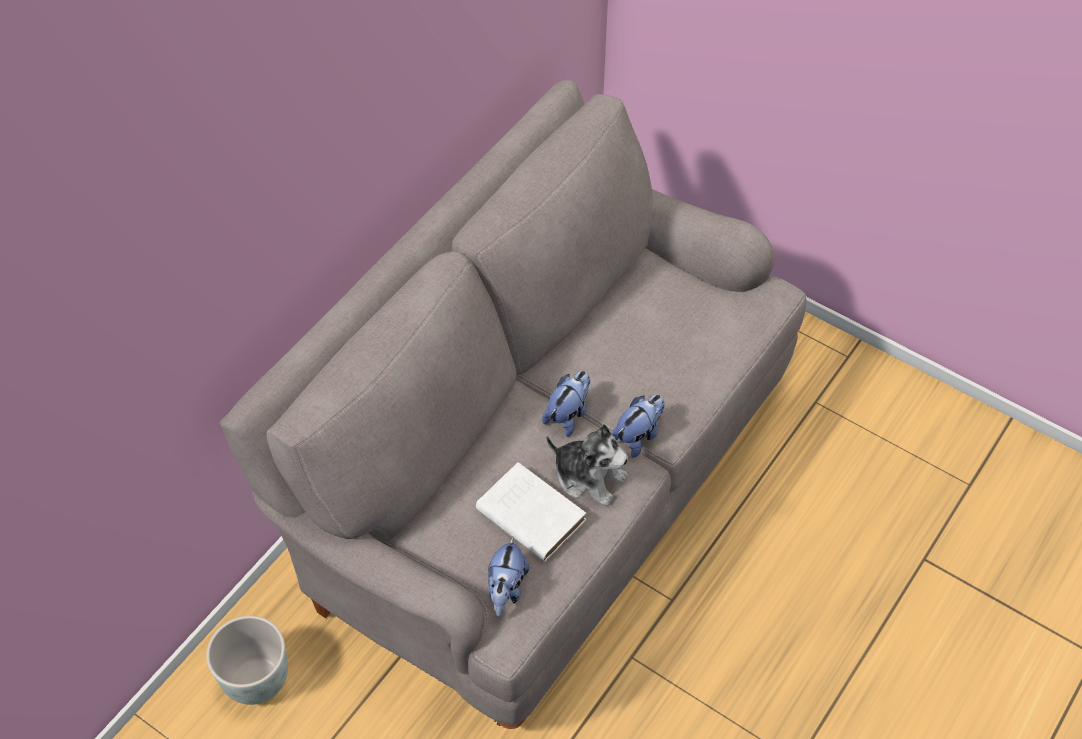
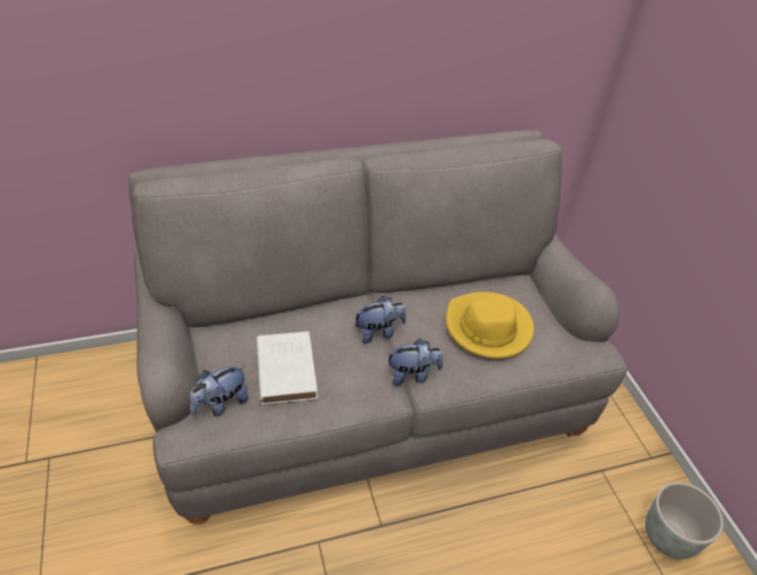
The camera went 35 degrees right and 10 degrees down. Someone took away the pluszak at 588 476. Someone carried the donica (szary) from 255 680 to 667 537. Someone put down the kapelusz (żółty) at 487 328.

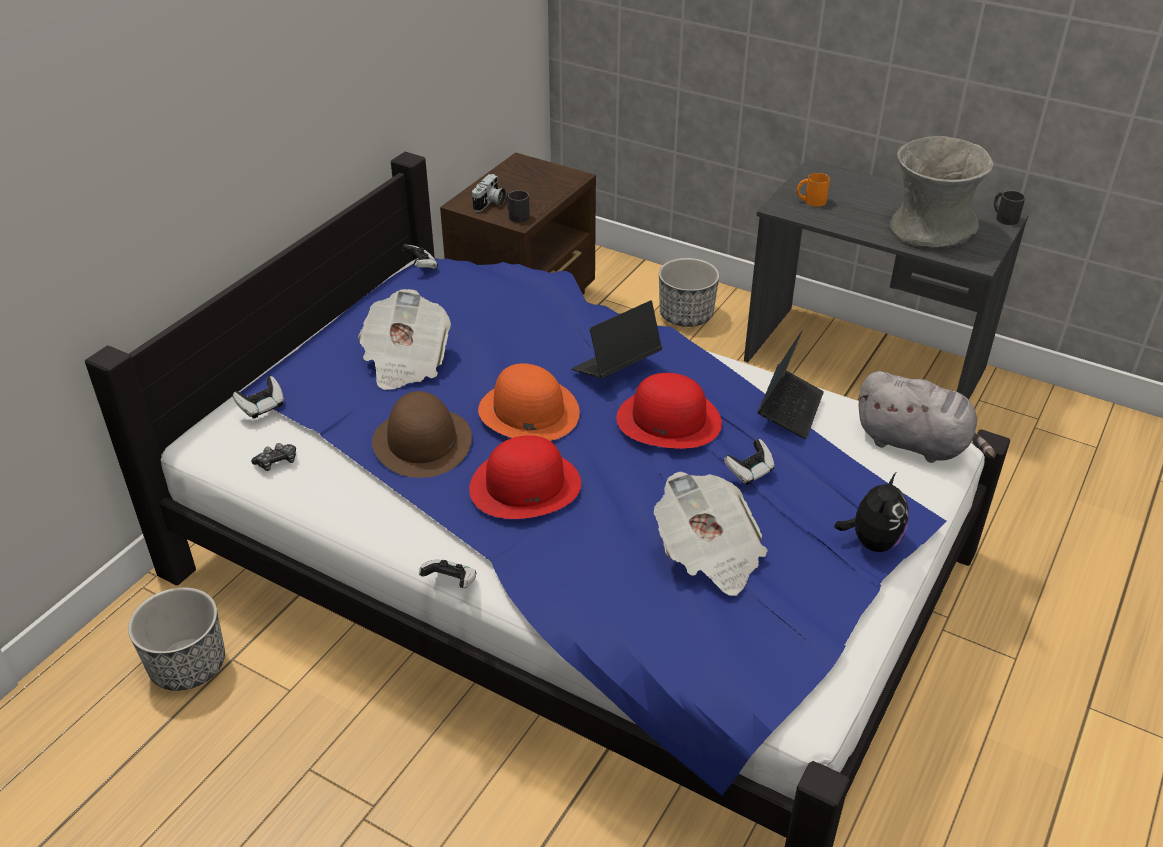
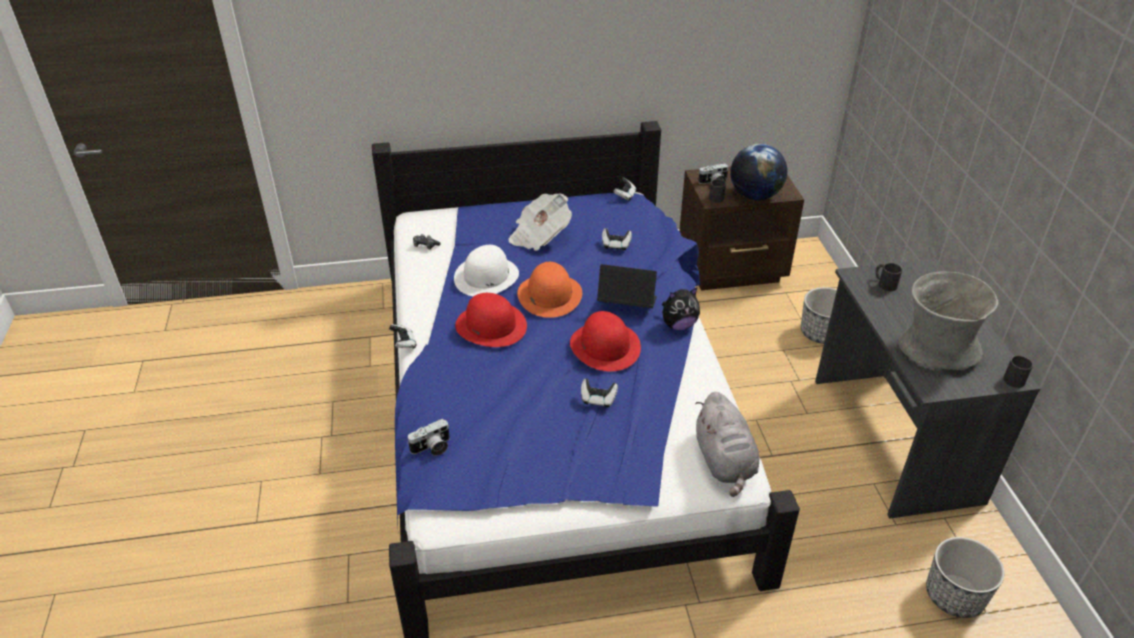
The camera went 50 degrees right and 0 degrees up. Someone repainted the kubek (pomarańczowy) at 810 201, which became the kubek (czarny) at 884 283. Someone took away the laptop at 790 409. Someone carried the pad do gier from 262 407 to 616 245. Someone repainted the kapelusz (brązowy) at 422 442, which became the kapelusz (biały) at 486 277. Someone took away the gazeta at 709 554. Someone carried the pluszak from 872 541 to 678 325. Someone carried the donica from 188 664 to 954 595. Someone put down the globus at 754 196. Someone put down the aparat fotograficzny at 432 448.

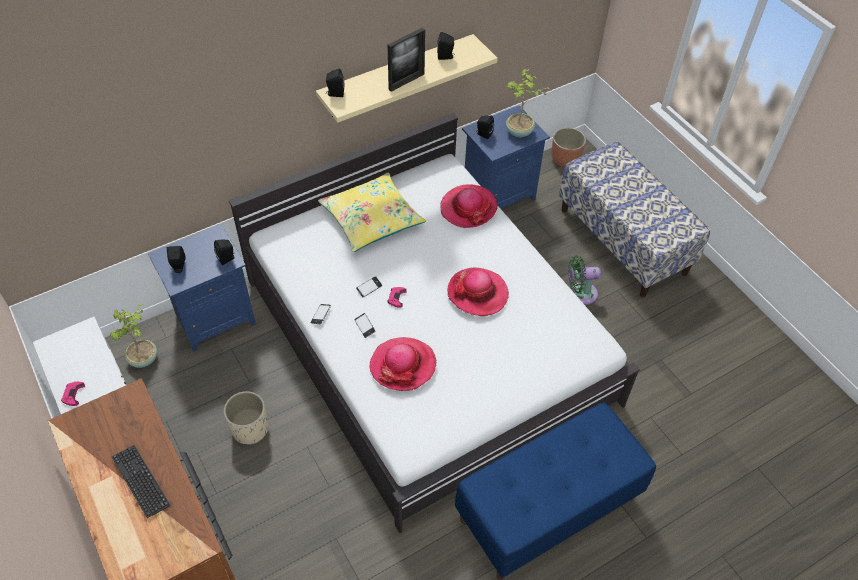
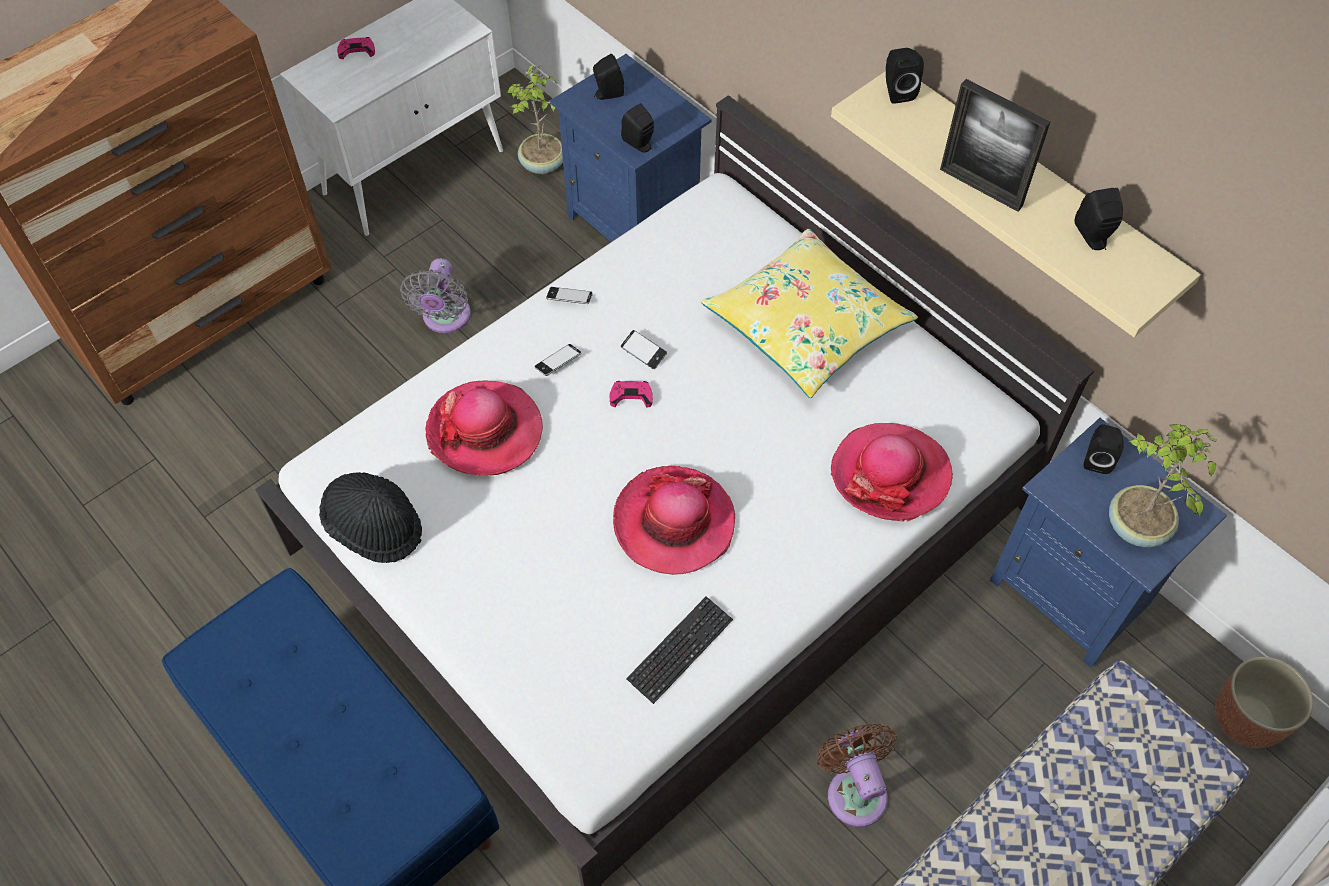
The camera went 80 degrees right and 5 degrees up. Someone repainted the wentylator (zielony) at 580 293, which became the wentylator (brązowy) at 854 790. Someone swapped the donica (beżowy) at 250 429 for the wentylator (szary) at 445 318. Someone carried the klawiatura from 141 481 to 680 650. Someone put down the kapelusz (czarny) at 375 527.

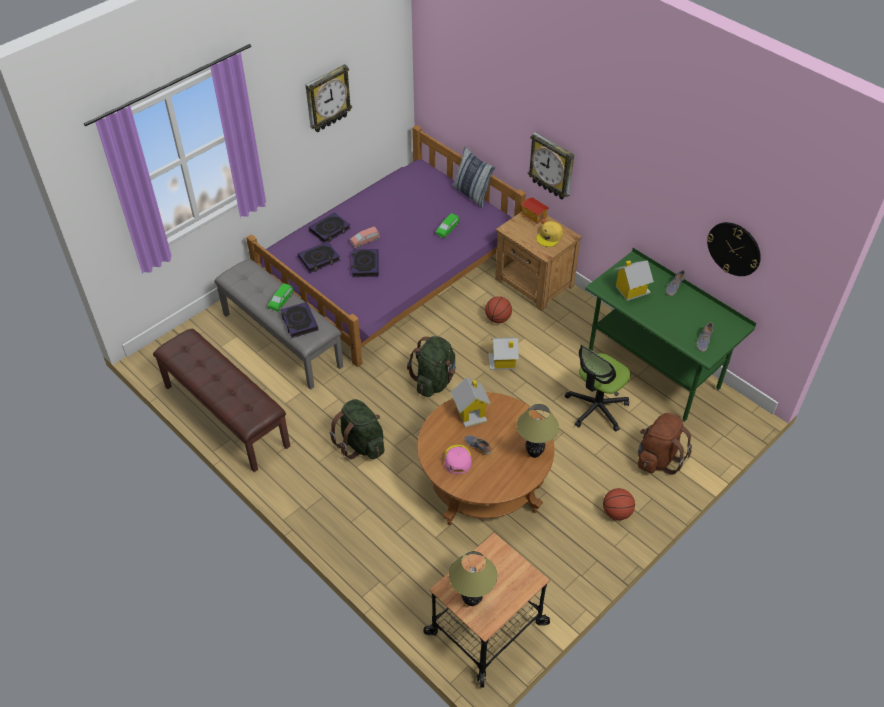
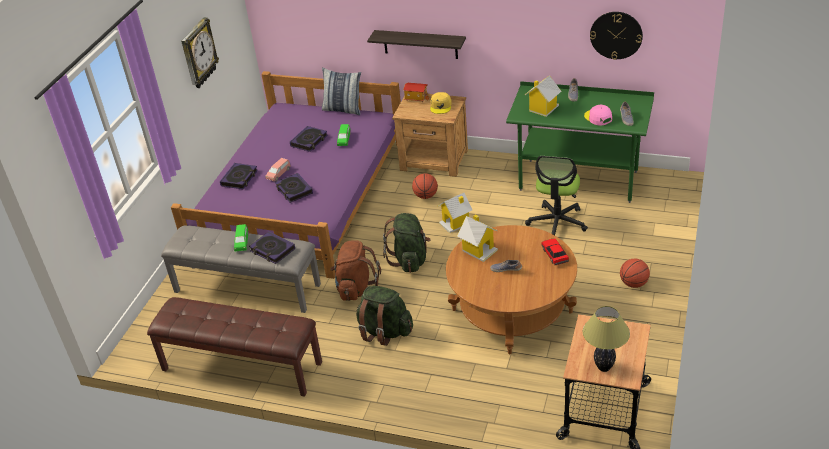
The camera went 25 degrees left and 10 degrees down. Someone swapped the zegar ścienny at 552 166 for the półka at 420 44. Someone carried the książka from 319 259 to 309 141. Someone swapped the lampa stołowa at 534 453 for the samochodzik at 554 254. Someone carried the plecak (brązowy) from 658 458 to 356 288. Someone carried the czapka z daszkiem (różowy) from 457 460 to 598 118.

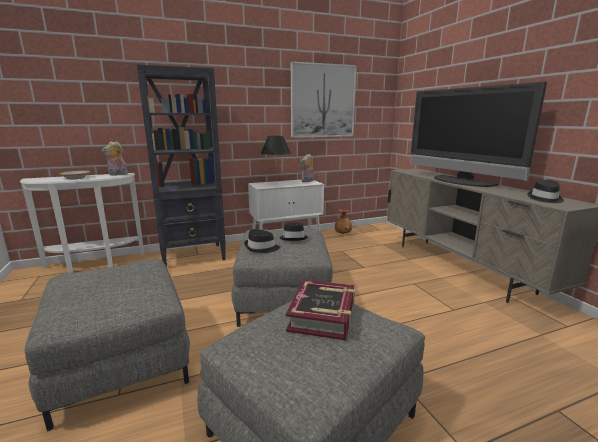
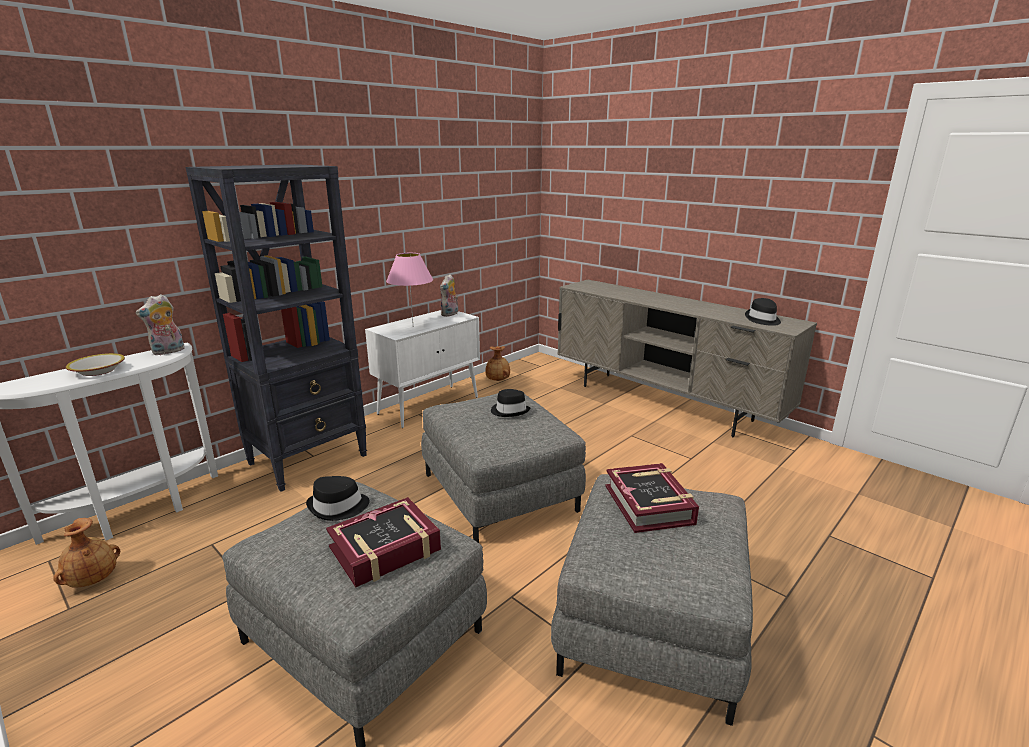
The camera went 25 degrees left and 5 degrees up. Someone took away the obraz at 323 101. Someone took away the telewizor at 460 181. Someone repainted the lampa stołowa (czarny) at 276 184, which became the lampa stołowa (różowy) at 412 326. Someone carried the kapelusz (czarny) from 261 248 to 338 507. Someone put down the książka at 385 549. Someone put down the wazon (brązowy) at 93 580.

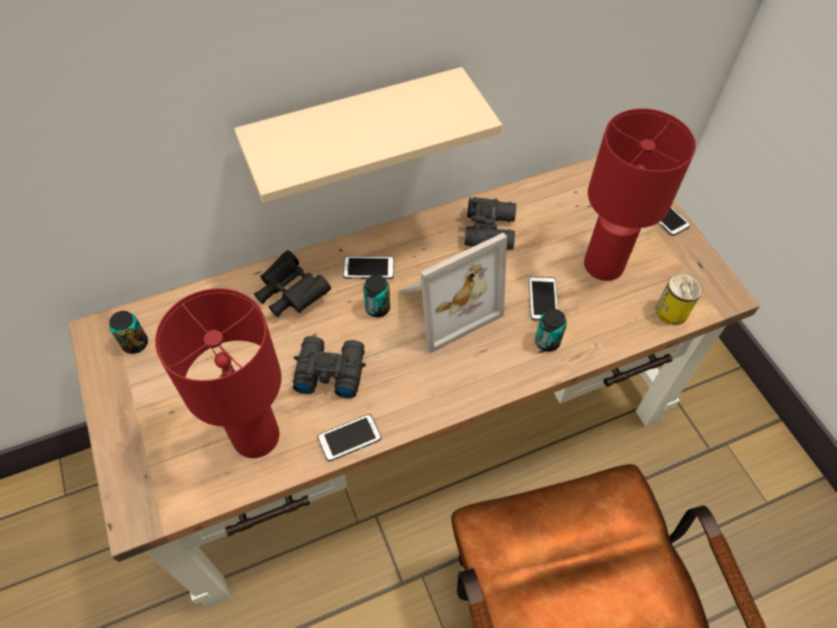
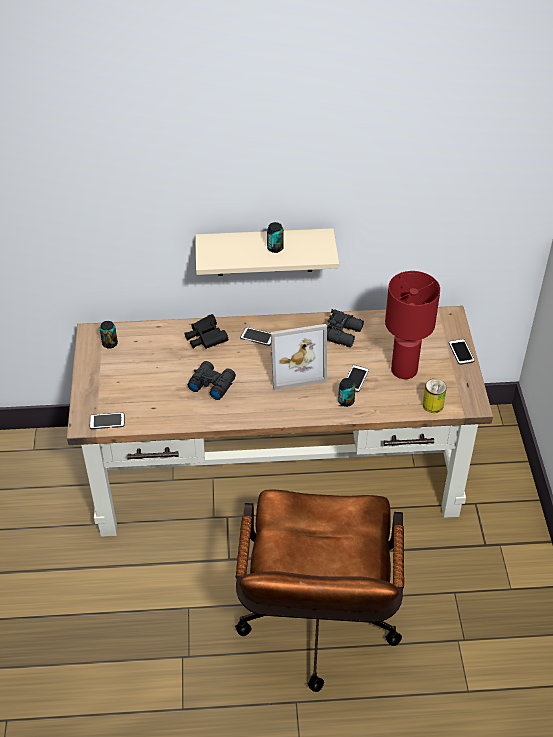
The camera went 20 degrees right and 10 degrees down. Someone carried the puszka from 377 308 to 275 248. Someone took away the lampa stołowa (czerwony) at 254 437. Someone carried the telefon from 349 438 to 107 421.

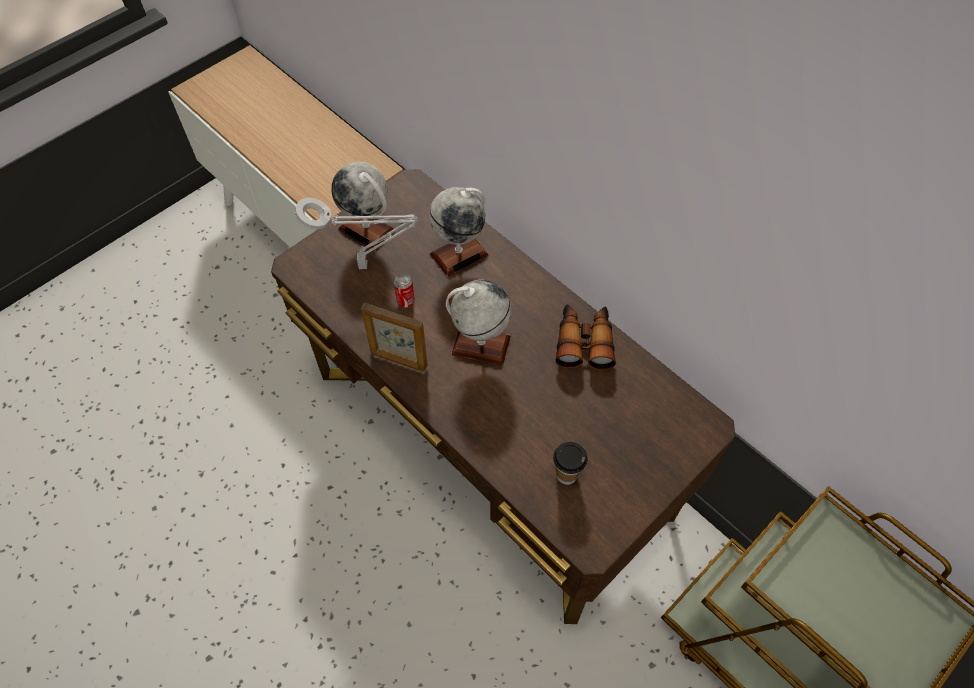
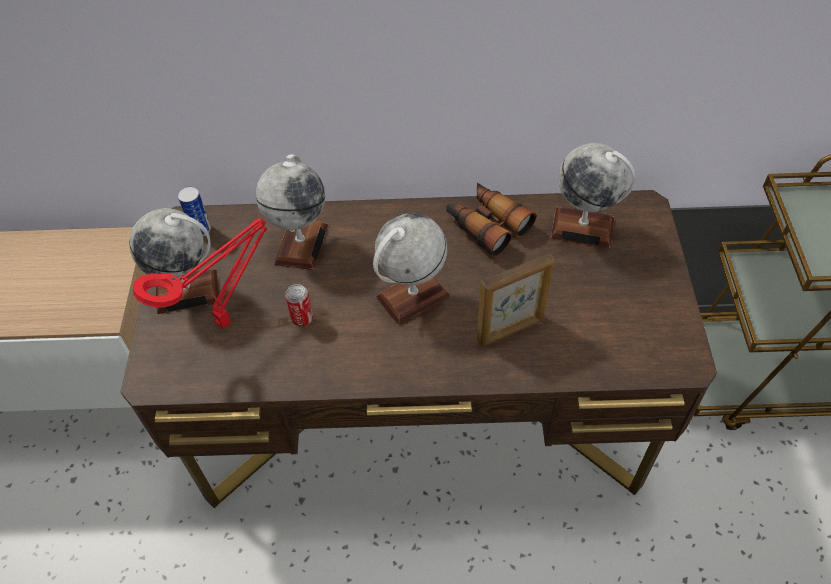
The camera went 45 degrees left and 5 degrees down. Someone repainted the lampa stołowa (szary) at 367 266, which became the lampa stołowa (czerwony) at 227 320. Someone carried the ramka na zdjęcie from 398 360 to 511 330. Someone took away the filiżanka at 566 475. Someone put down the globus at 582 227. Someone put down the puszka at 201 230.

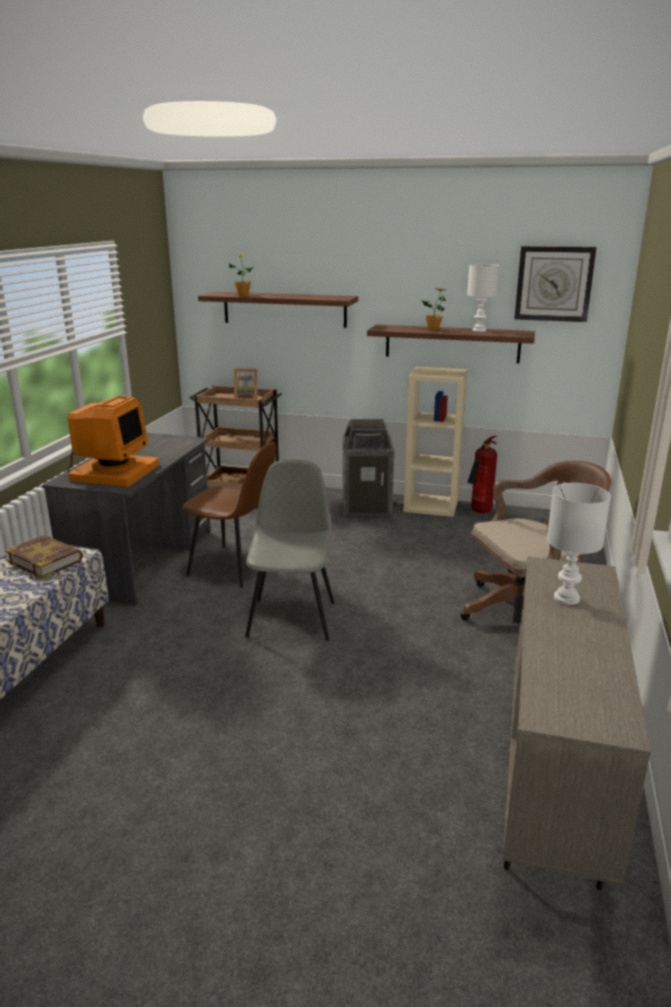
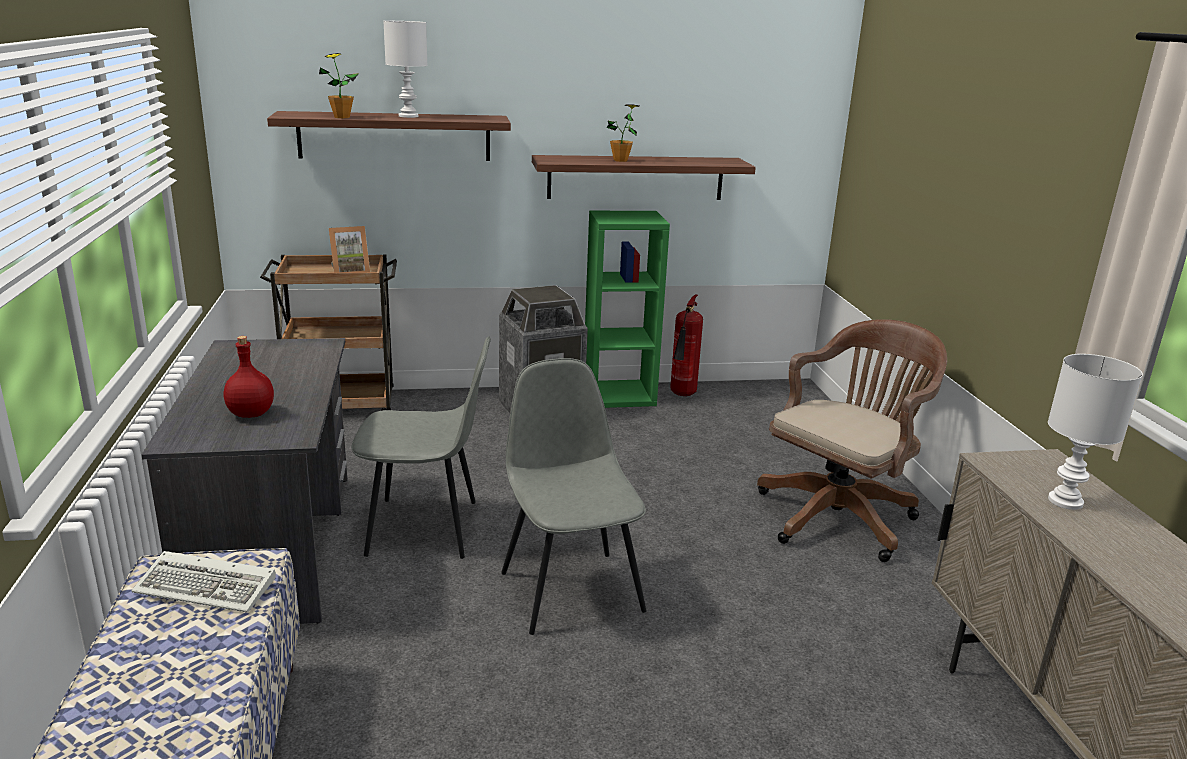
The camera went 25 degrees left and 0 degrees up. Someone took away the zegar ścienny at 554 284. Someone carried the lampa stołowa (biały) from 478 330 to 407 116. Someone repainted the regał (beżowy) at 431 506, which became the regał (zielony) at 619 395. Someone swapped the monitor at 113 472 for the butelka (czerwony) at 250 414. Someone repainted the krzesło (brązowy) at 234 567, which became the krzesło (szary) at 426 528. Someone swapped the książka at 45 560 for the klawiatura at 209 587.

